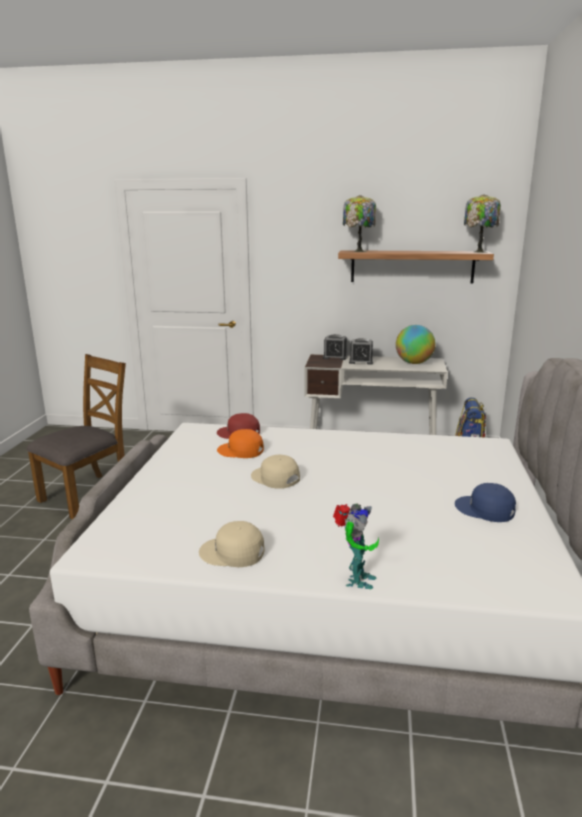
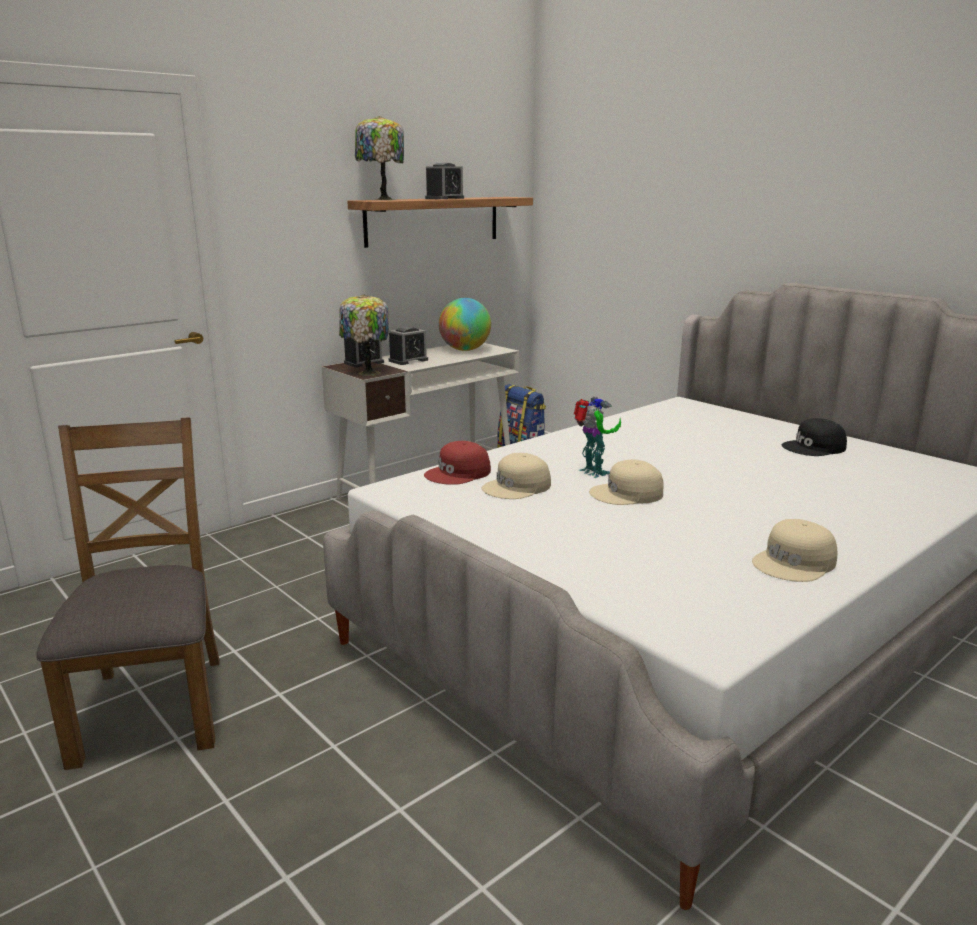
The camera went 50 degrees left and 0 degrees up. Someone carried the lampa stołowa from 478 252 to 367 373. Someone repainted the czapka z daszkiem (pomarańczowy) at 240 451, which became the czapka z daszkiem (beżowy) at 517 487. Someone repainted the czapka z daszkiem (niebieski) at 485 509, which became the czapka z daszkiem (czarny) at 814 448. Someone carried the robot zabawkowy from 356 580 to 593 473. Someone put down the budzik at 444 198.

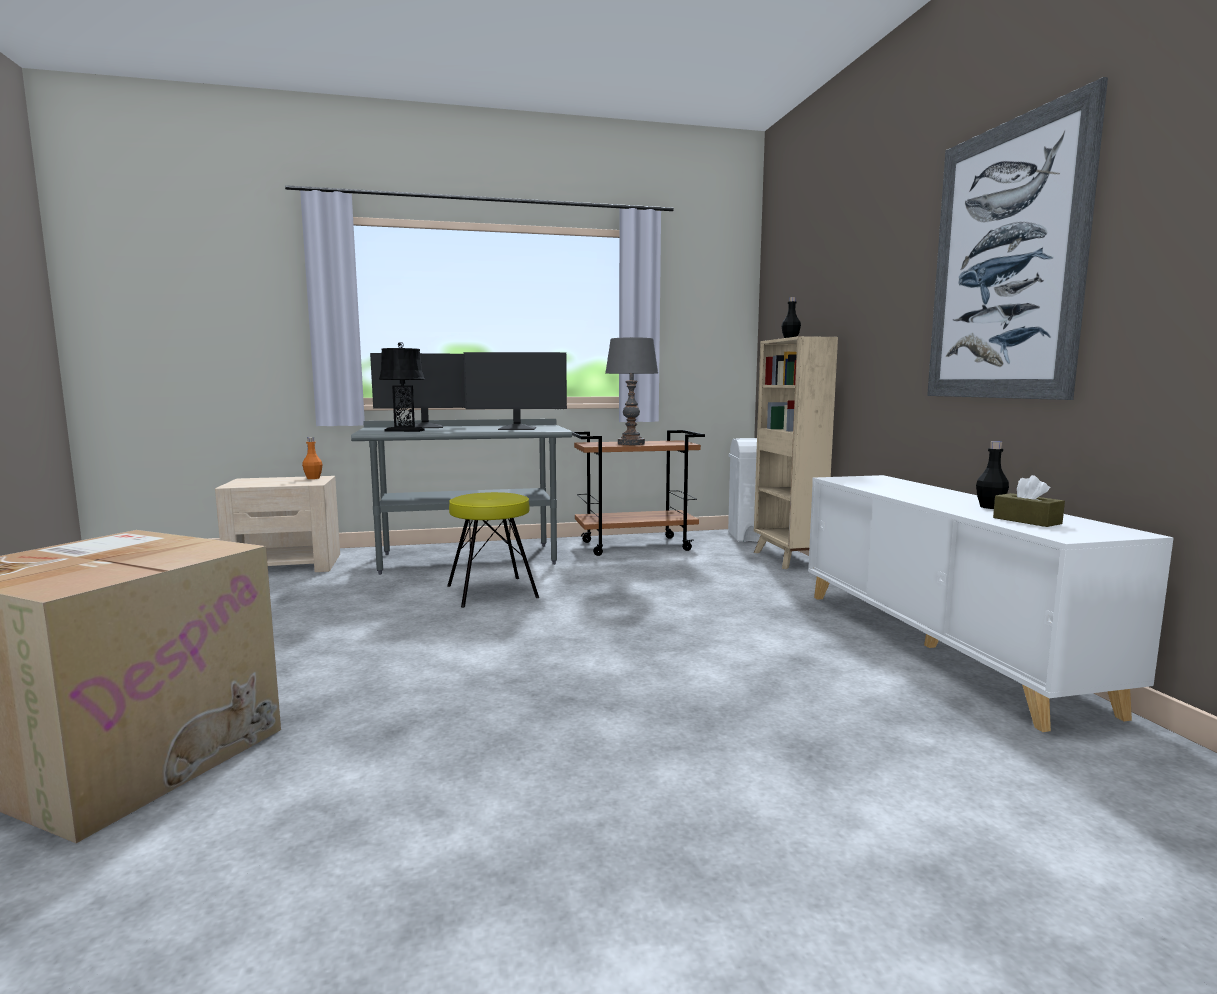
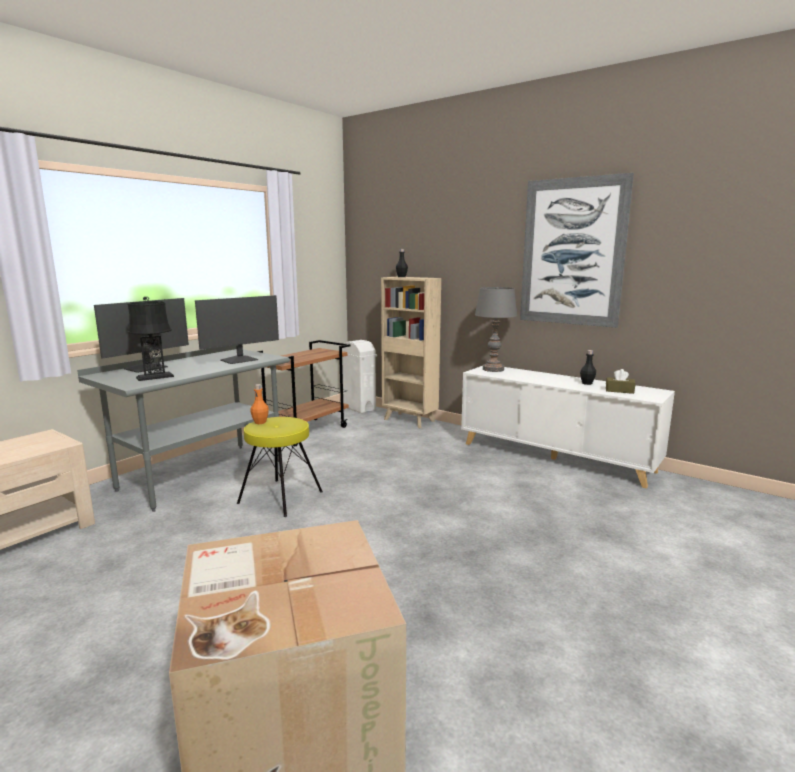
The camera went 40 degrees left and 5 degrees up. Someone carried the lampa stołowa (szary) from 631 443 to 493 369. Someone carried the butelka (pomarańczowy) from 313 478 to 260 422.

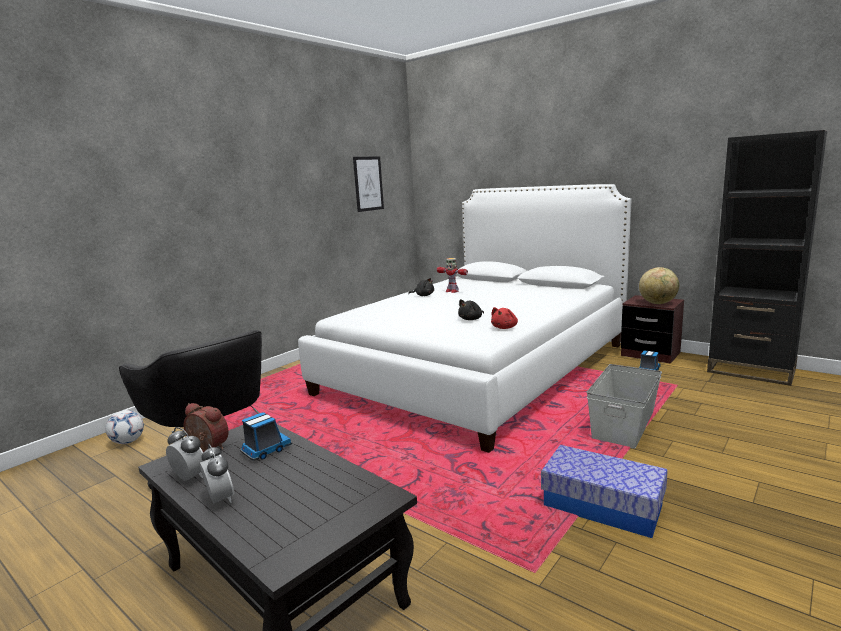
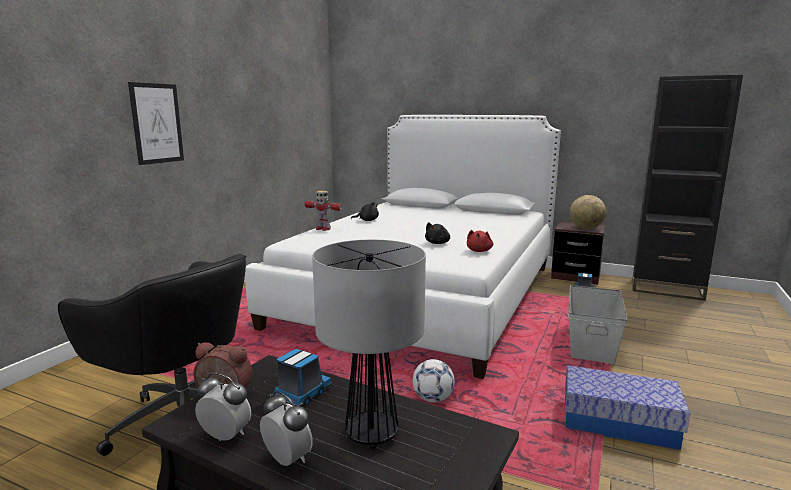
The camera went 15 degrees left and 0 degrees up. Someone carried the obraz from 368 183 to 157 123. Someone carried the robot zabawkowy from 452 291 to 322 229. Someone carried the piłka futbolowa from 128 442 to 433 399. Someone put down the lampa stołowa at 370 434.

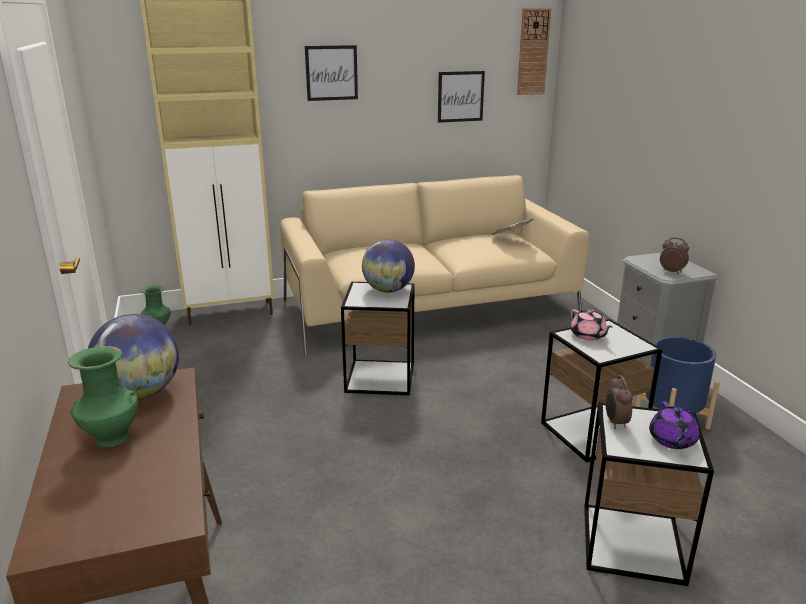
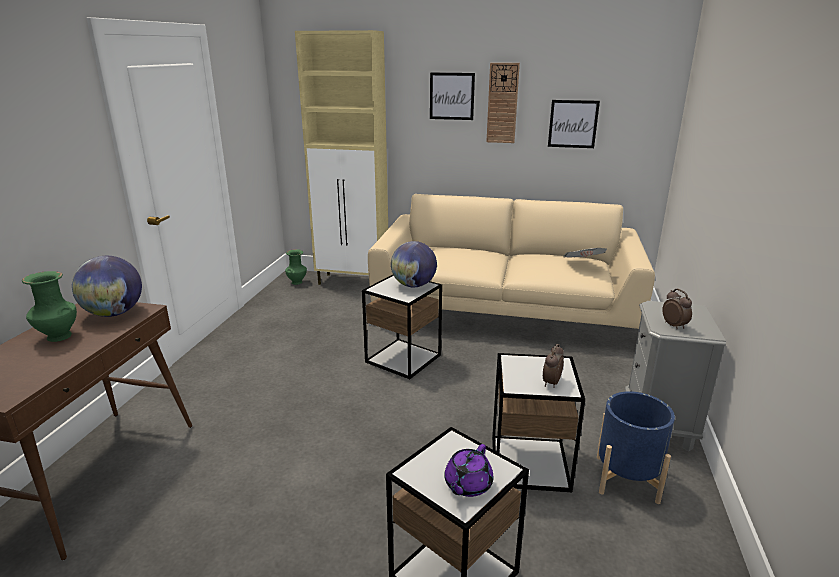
The camera went 30 degrees right and 0 degrees up. Someone carried the zegar ścienny from 533 52 to 502 103. Someone took away the imbryk (różowy) at 588 335. Someone carried the budzik from 615 422 to 550 383.

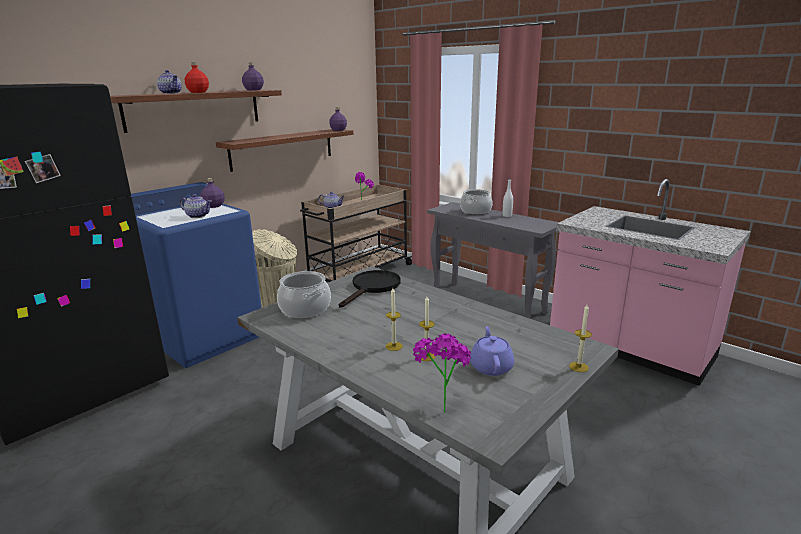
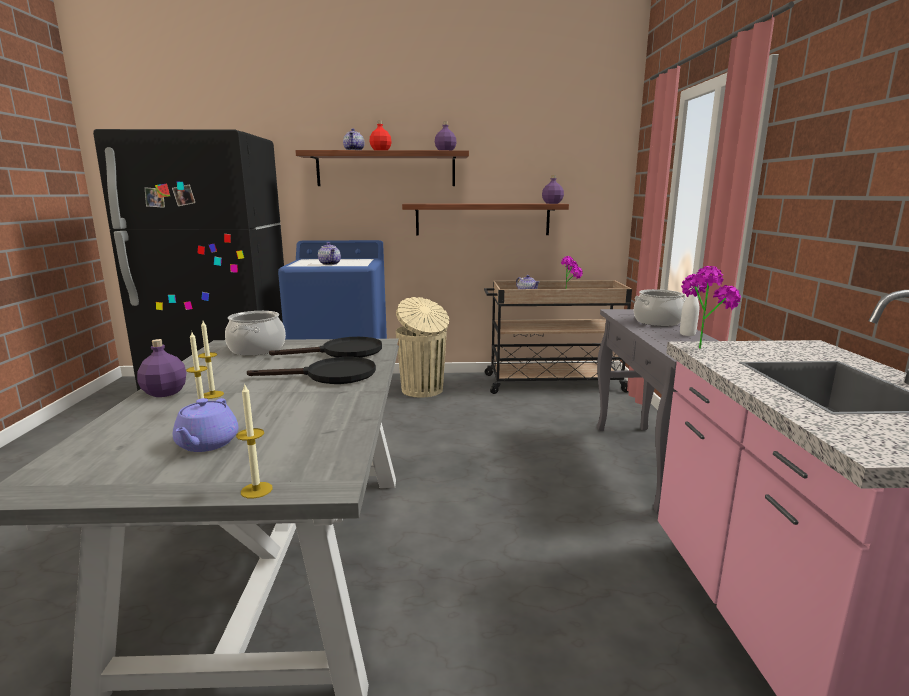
The camera went 45 degrees right and 5 degrees down. Someone carried the butelka (fioletowy) from 213 206 to 165 392. Someone rotated the imbryk (fioletowy) at 491 366 by 135 degrees clockwise. Someone carried the roślina doniczkowa from 441 405 to 701 346. Someone put down the patelnia (czarny) at 331 375.

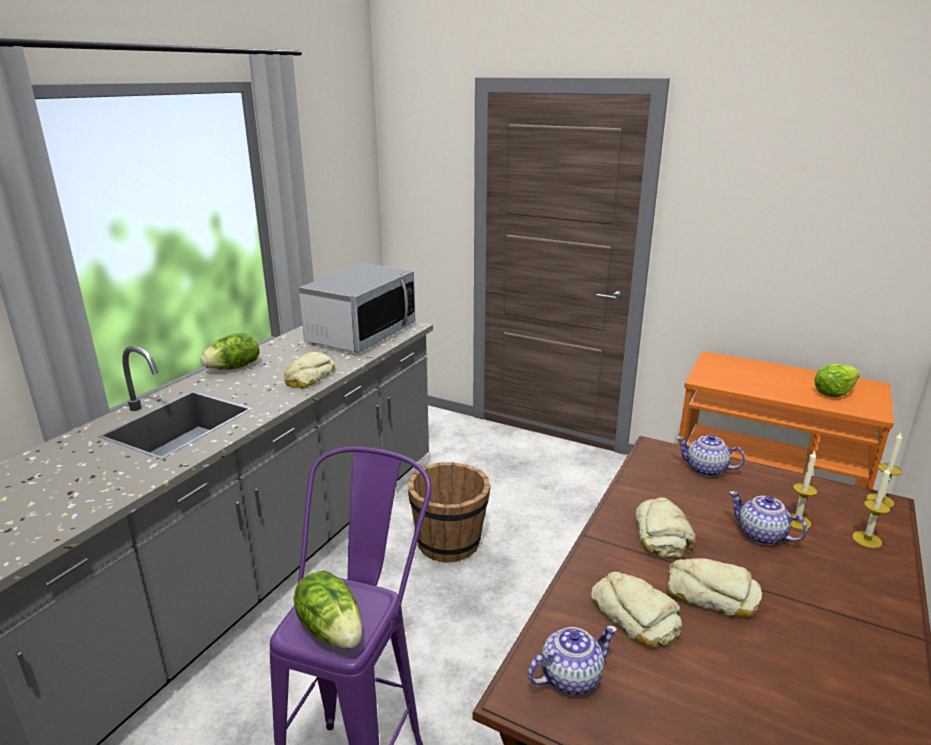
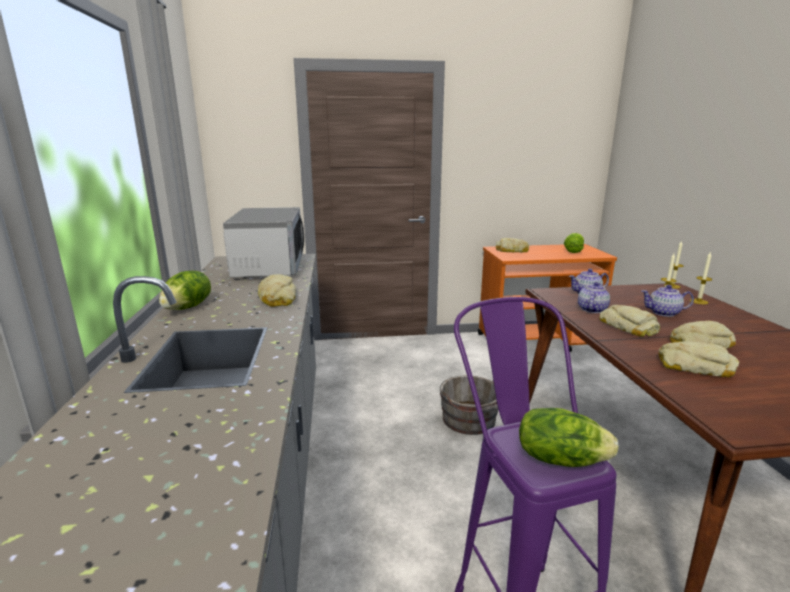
The camera went 35 degrees left and 5 degrees down. Someone took away the wiadro (brązowy) at 449 542. Someone carried the imbryk from 570 677 to 591 309. Someone put down the chleb at 511 250. Someone put down the wiadro (szary) at 470 421.

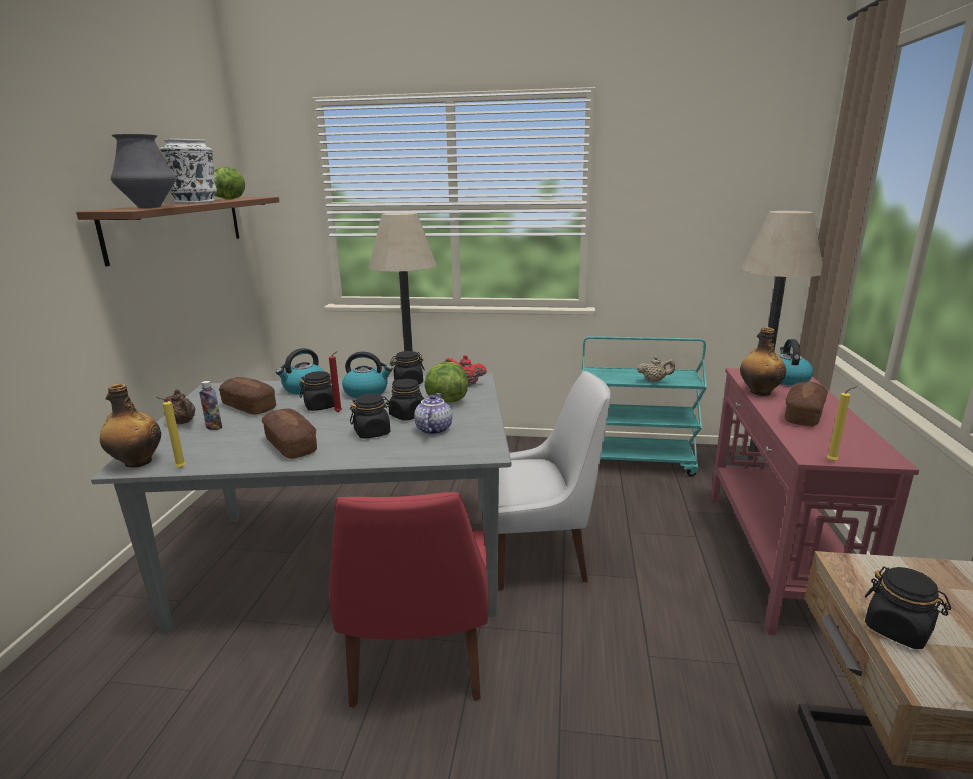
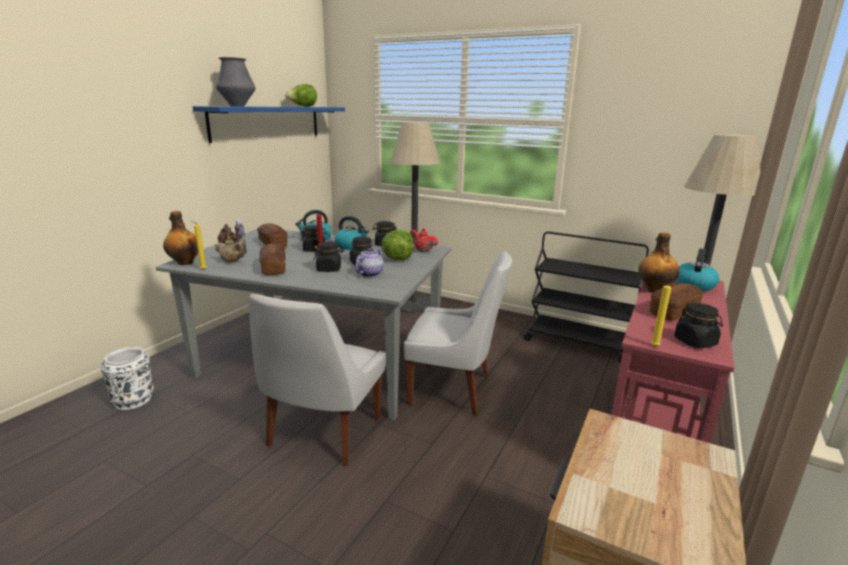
The camera went 20 degrees right and 0 degrees up. Someone carried the wazon (biały) from 195 202 to 134 400. Someone repainted the półka (brązowy) at 178 226, which became the półka (niebieski) at 267 122. Someone repainted the wózek (turkusowy) at 634 462, which became the wózek (czarny) at 578 343. Someone carried the imbryk (beżowy) from 654 380 to 232 261. Someone repainted the krzesło (czerwony) at 417 664, which became the krzesło (biały) at 322 434. Someone carried the słoik (czarny) from 898 629 to 695 342.

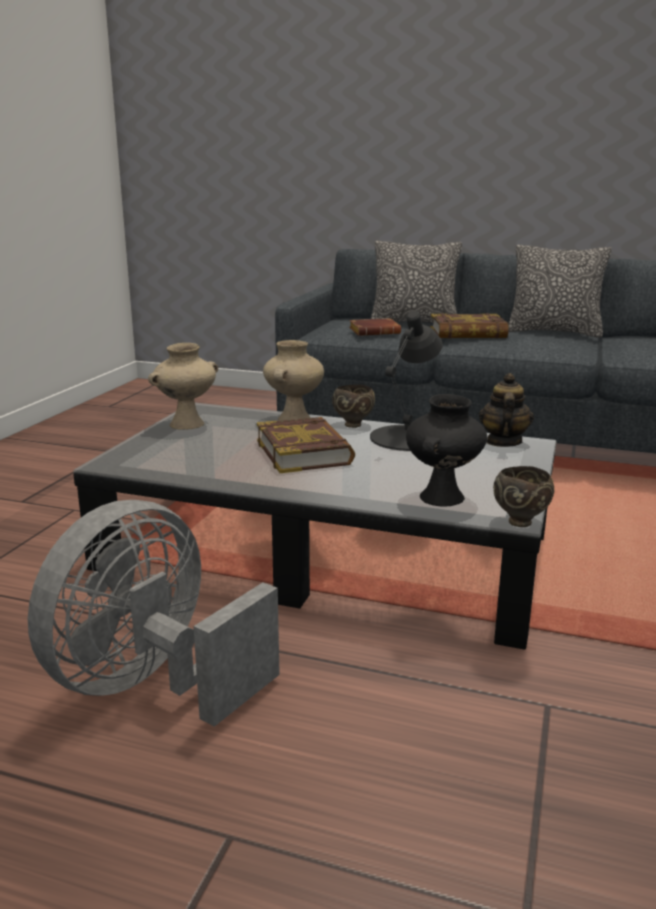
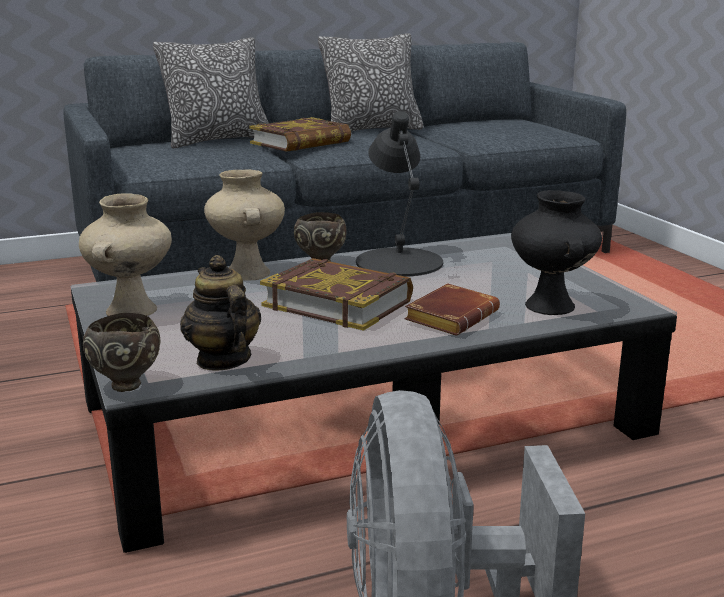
The camera went 40 degrees left and 0 degrees up. Someone carried the książka (brązowy) from 375 332 to 450 317. Someone carried the imbryk from 503 442 to 223 360. Someone carried the miska (brązowy) from 520 522 to 126 384.

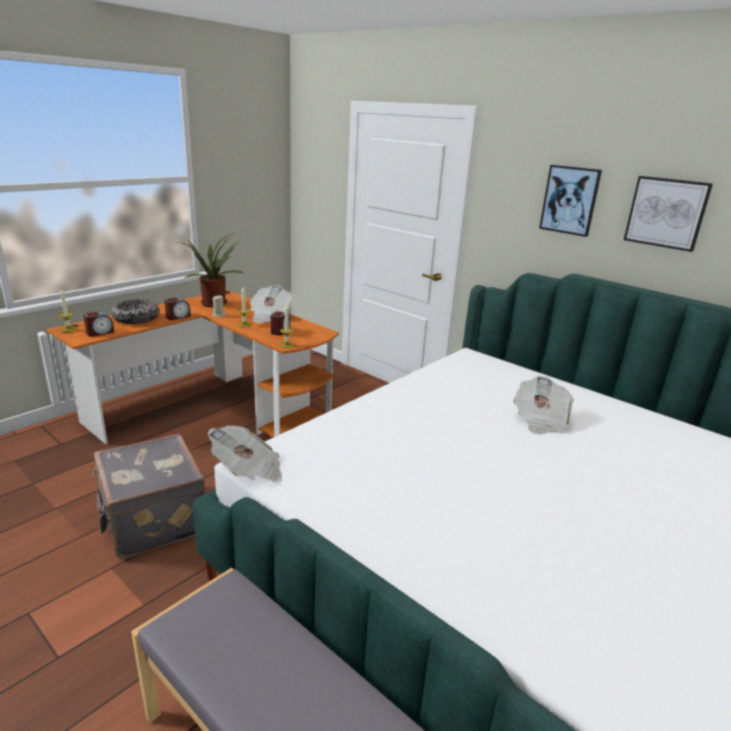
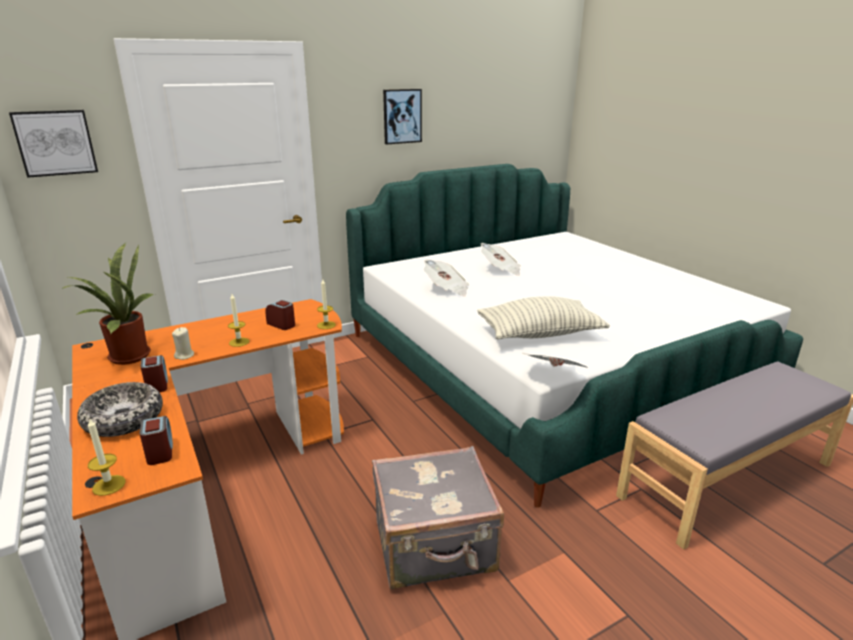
The camera went 70 degrees left and 0 degrees up. Someone carried the obraz from 666 213 to 55 143. Someone carried the gazeta from 270 316 to 447 289. Someone put down the poduszka at 539 334.

